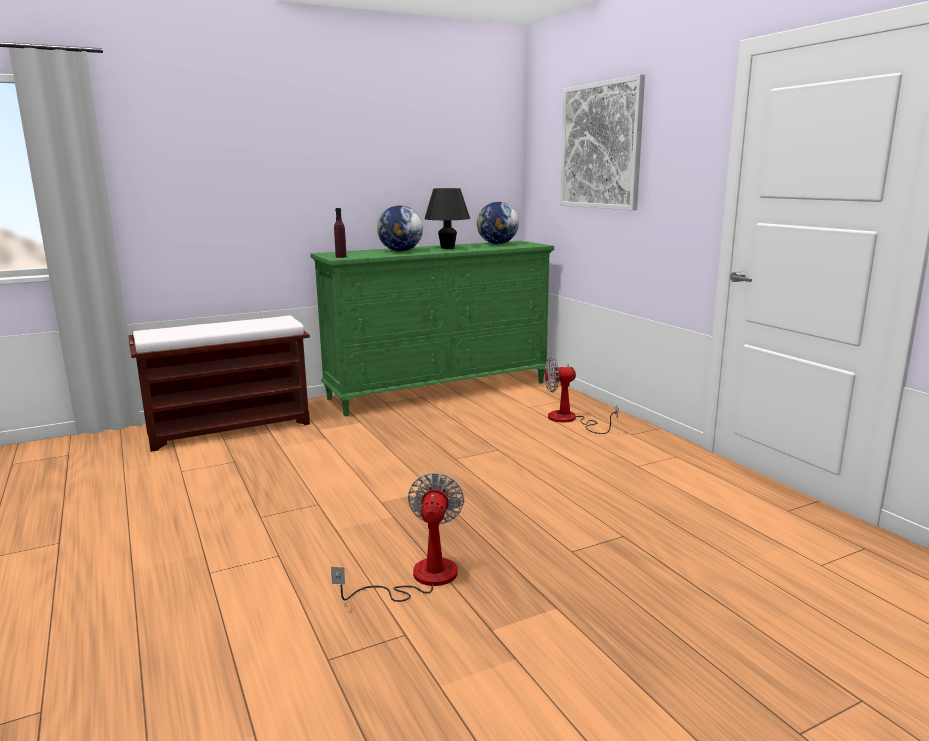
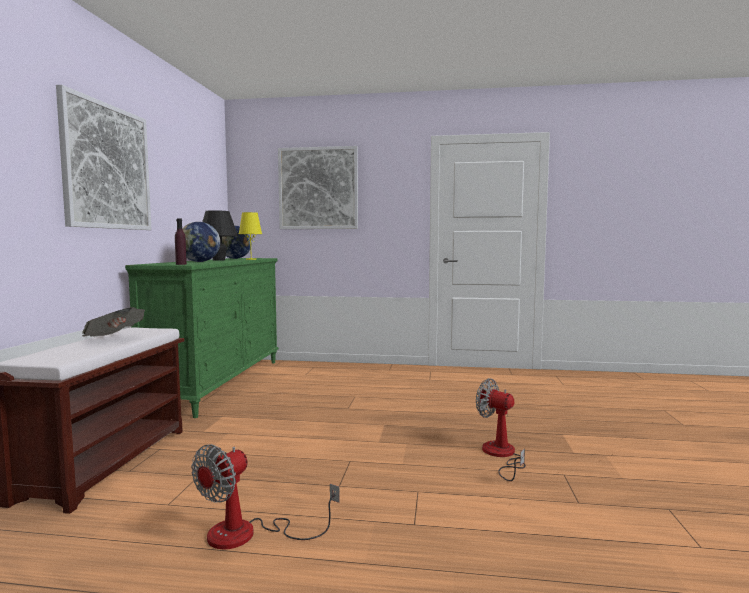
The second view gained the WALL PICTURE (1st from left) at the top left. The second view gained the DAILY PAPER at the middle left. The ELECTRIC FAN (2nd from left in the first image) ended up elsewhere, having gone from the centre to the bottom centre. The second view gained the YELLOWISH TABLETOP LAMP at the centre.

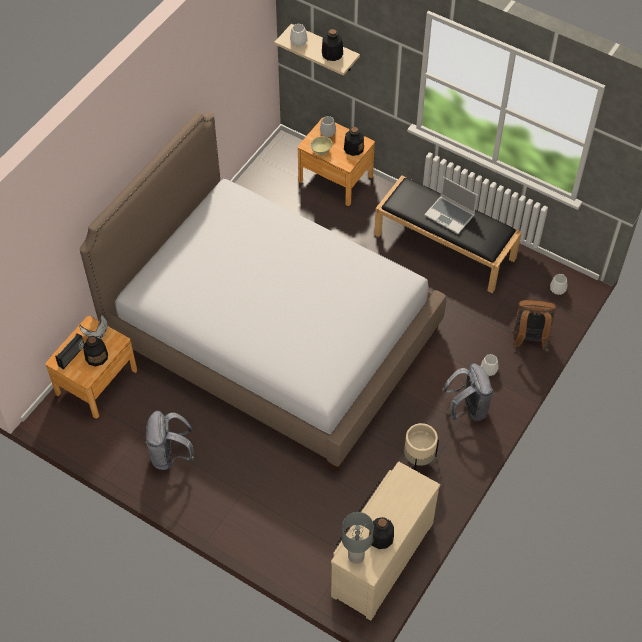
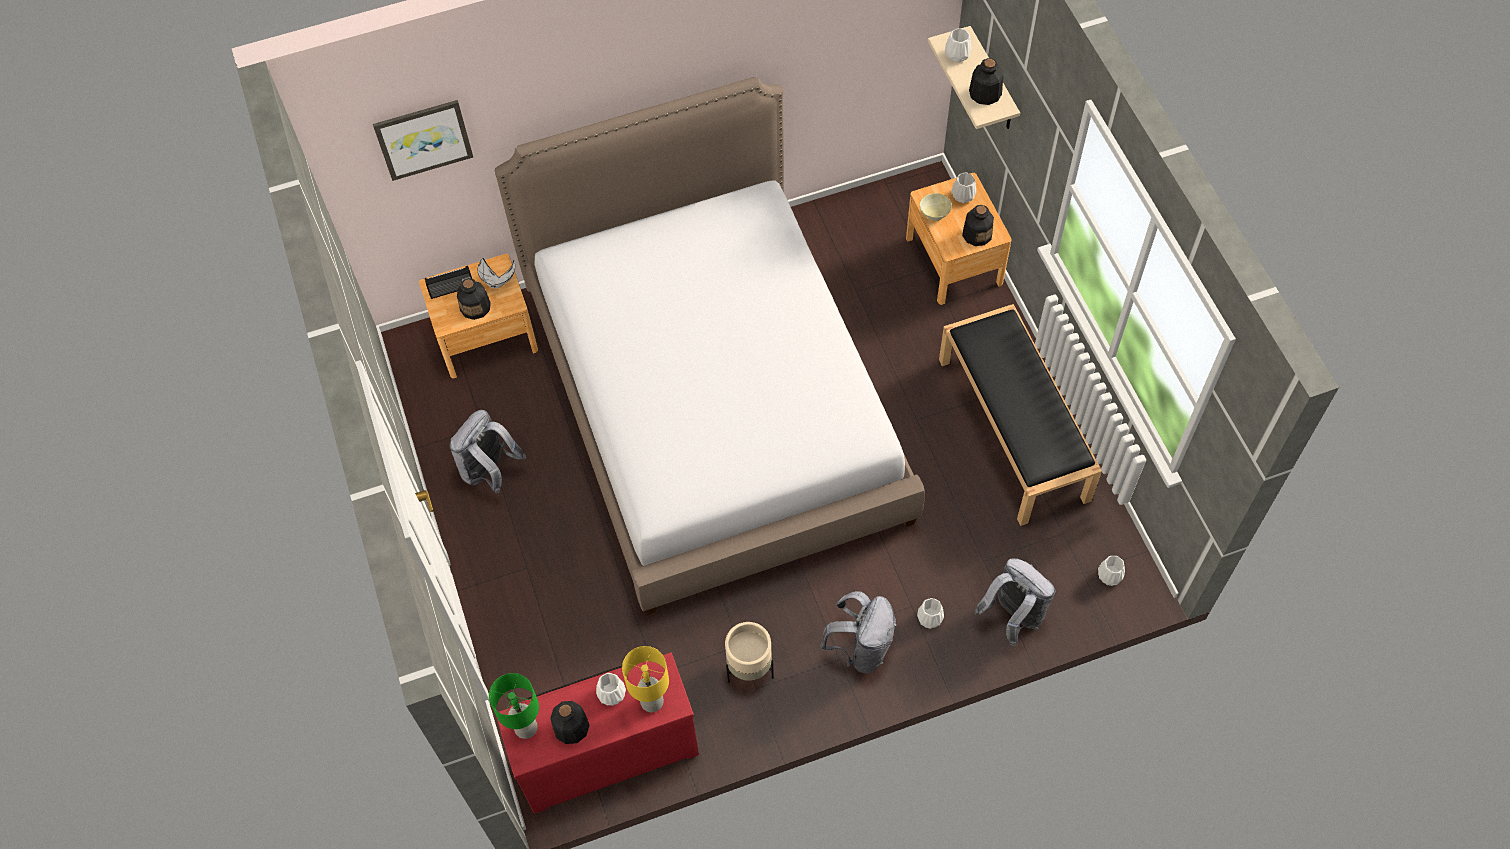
The second view gained the WALL PICTURE at the top left. What was the GREY TABLETOP LAMP at the bottom centre turned into the GREEN-COLOURED TABLETOP LAMP at the bottom centre. What was the BEIGE-COLOURED CHEST OF DRAWERS at the bottom centre turned into the RED CHEST OF DRAWERS at the bottom centre. The second view gained the WHITISH DECORATIVE VASE (1st from left) at the bottom centre. The second view gained the YELLOWISH TABLETOP LAMP at the bottom centre. What was the BROWN-COLOURED BACKPACK at the middle right turned into the GREY BACKPACK (3rd from left) at the bottom right. The second view lost the LAPTOP at the top right.

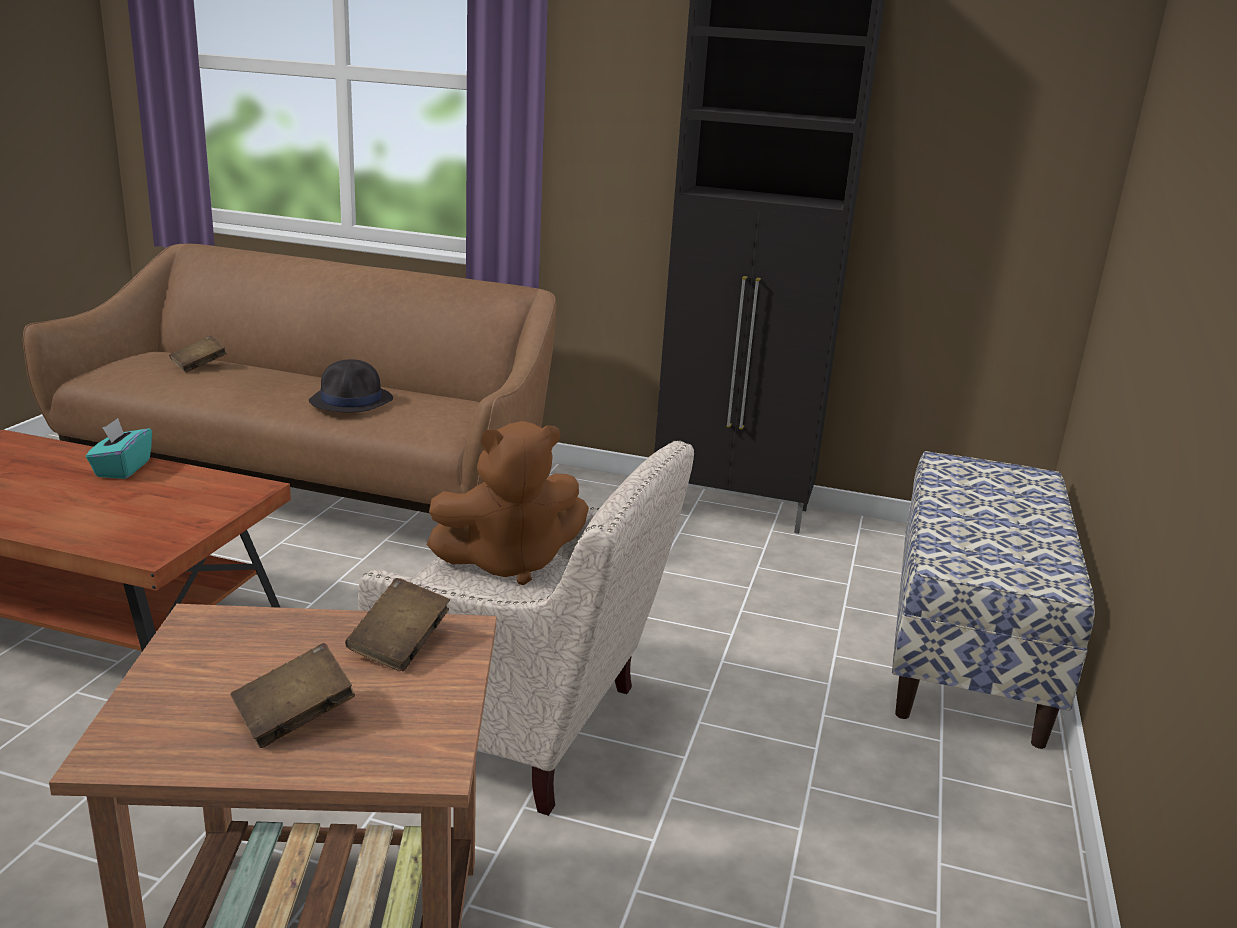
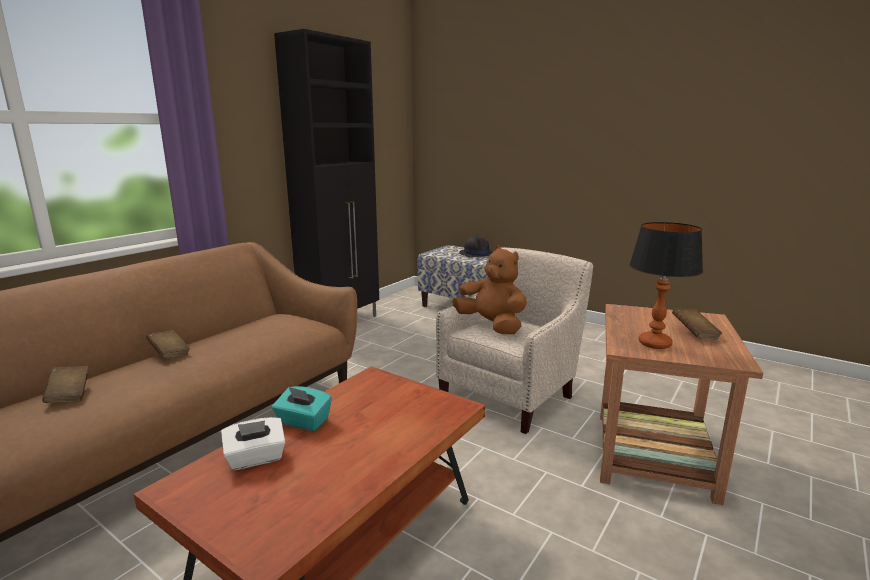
The BROWN-COLOURED VOLUME (3rd from left in the first image) ended up elsewhere, having gone from the bottom left to the middle left. The second view gained the WHITISH BOX OF TISSUES at the bottom left. The BROWN-COLOURED SOFT TOY at the centre ended up facing another way, 45 degrees counterclockwise from before. The BLACK-COLOURED HAT ended up elsewhere, having gone from the middle left to the centre. The second view gained the TABLETOP LAMP at the middle right.

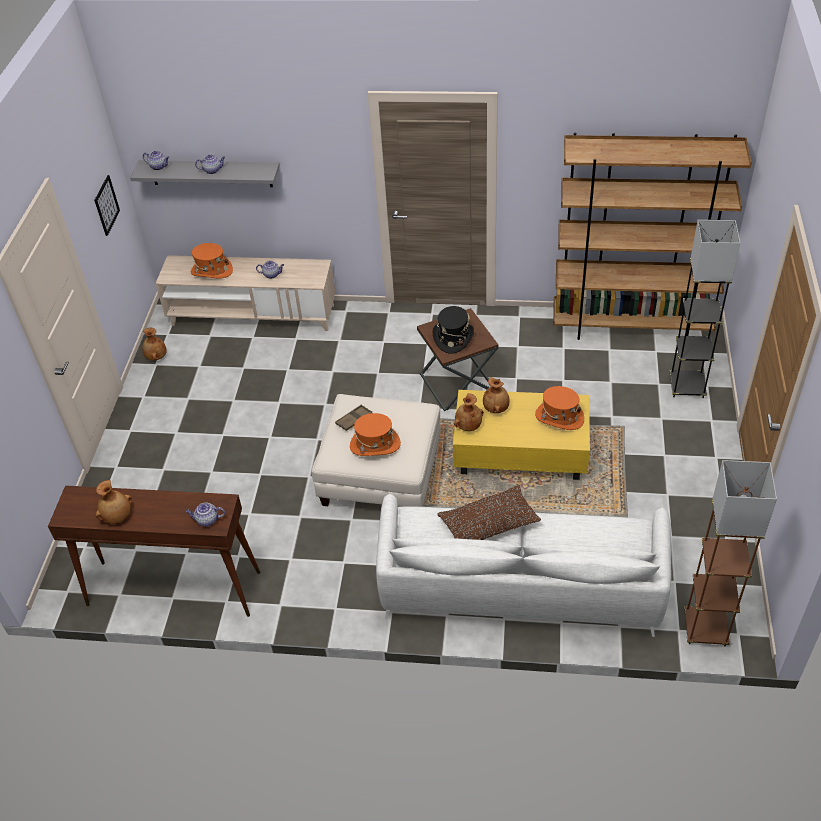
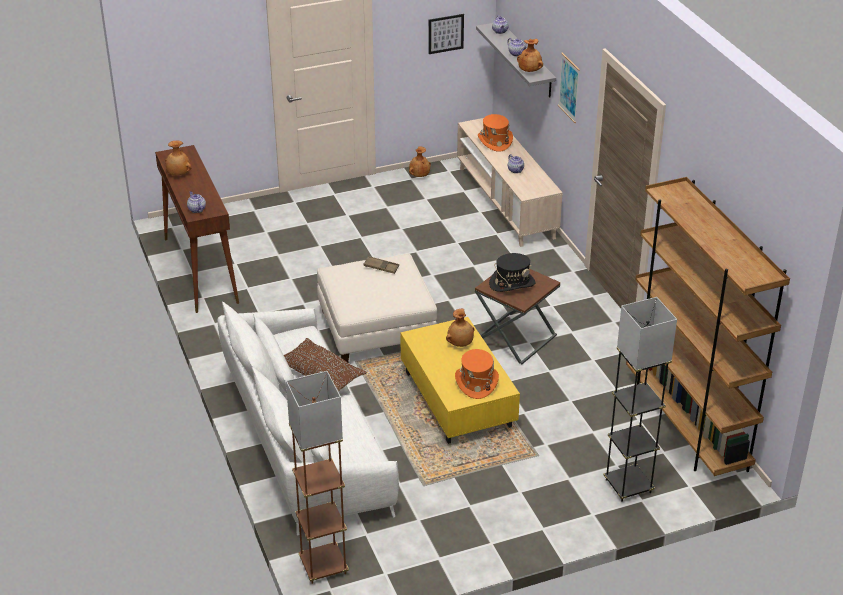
The BROWN-COLOURED DECORATIVE VASE (3rd from left in the first image) ended up elsewhere, having gone from the centre to the top centre. The second view gained the WALL PICTURE (2nd from left) at the top right. The second view lost the ORANGEY HAT (2nd from left) at the centre.

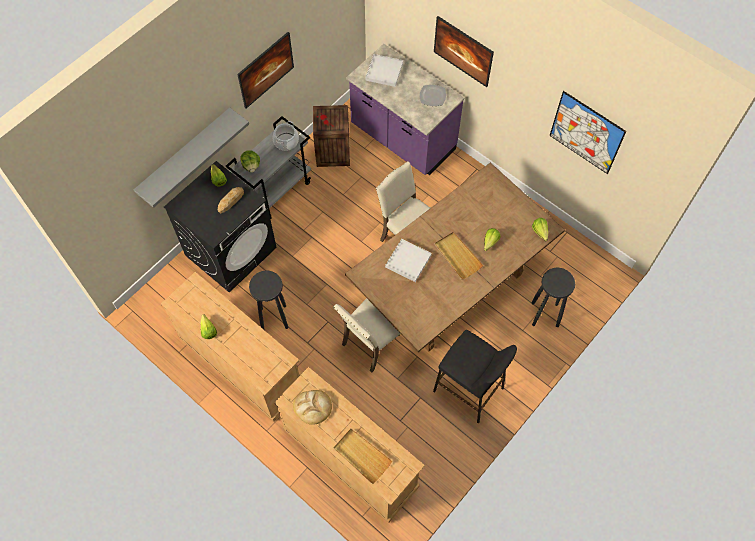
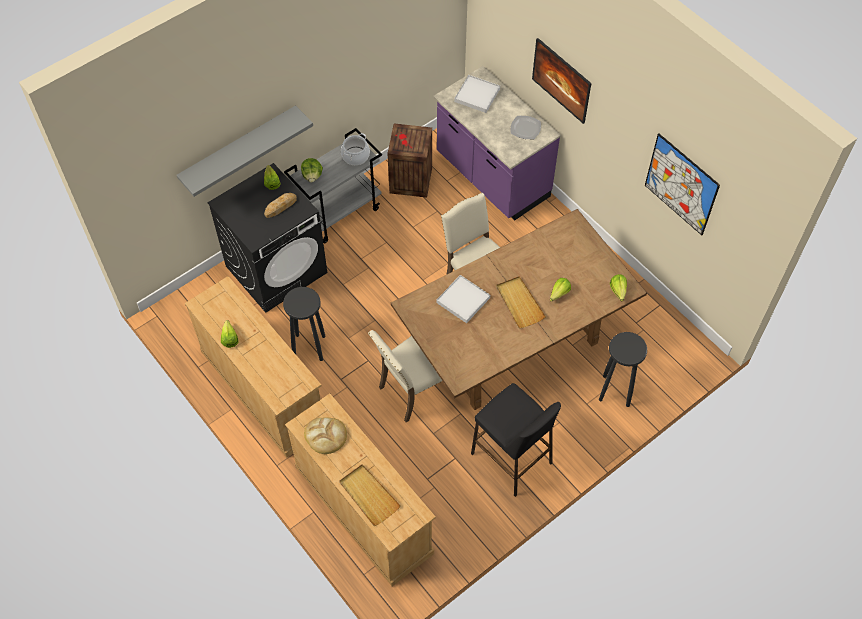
The second view lost the WALL PICTURE (1st from left) at the top centre.

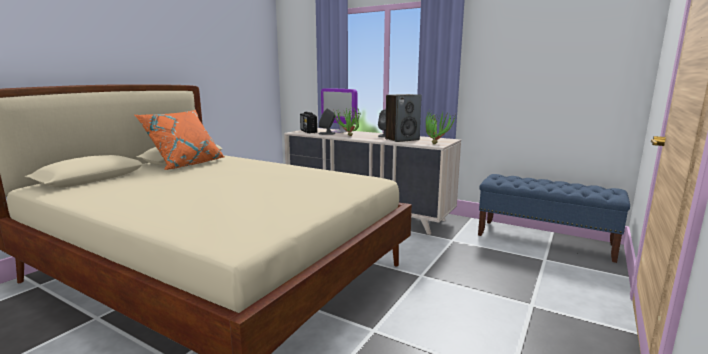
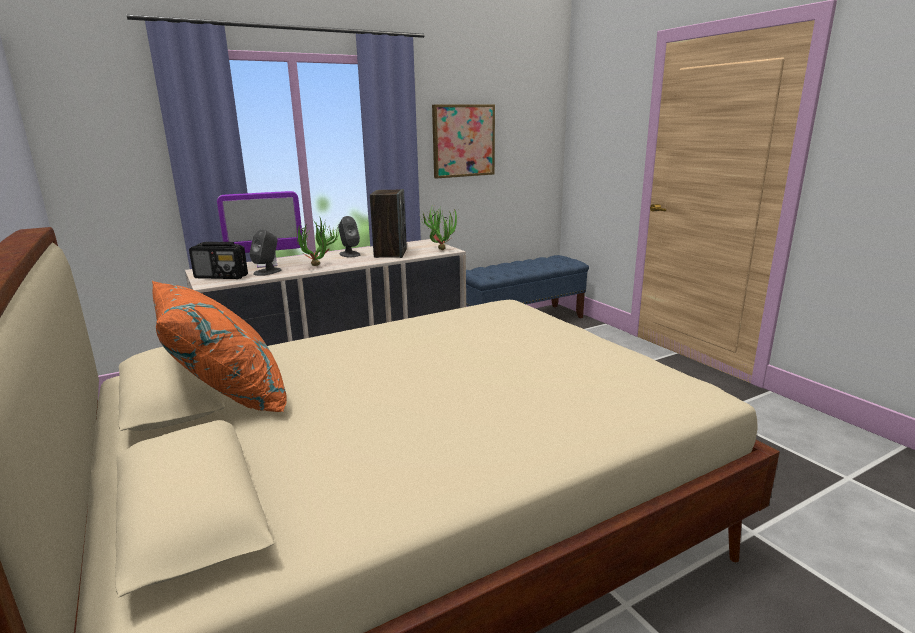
The second view gained the WALL PICTURE at the top centre.

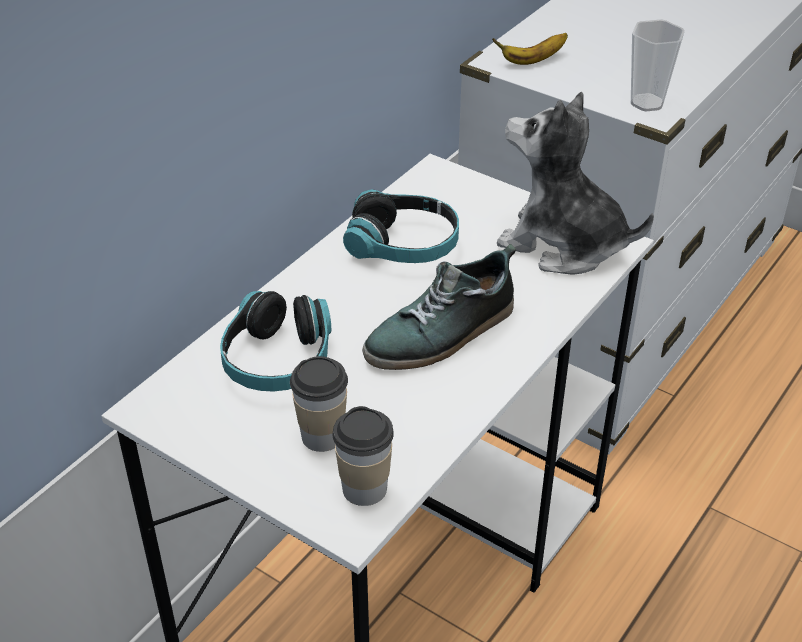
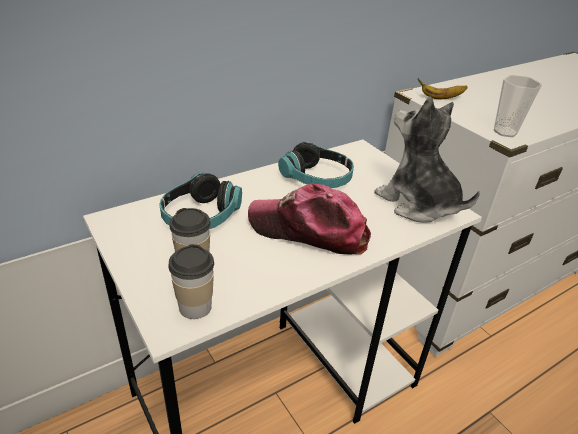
Where the SHOE stood at the centre, the CAP came to stand at the centre.

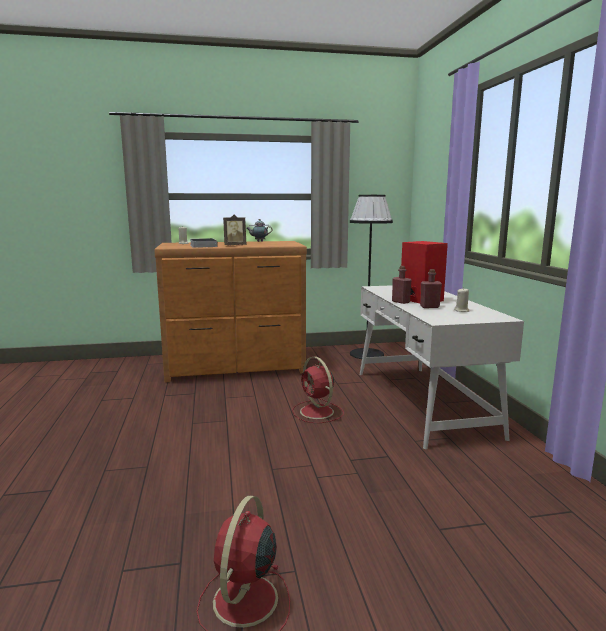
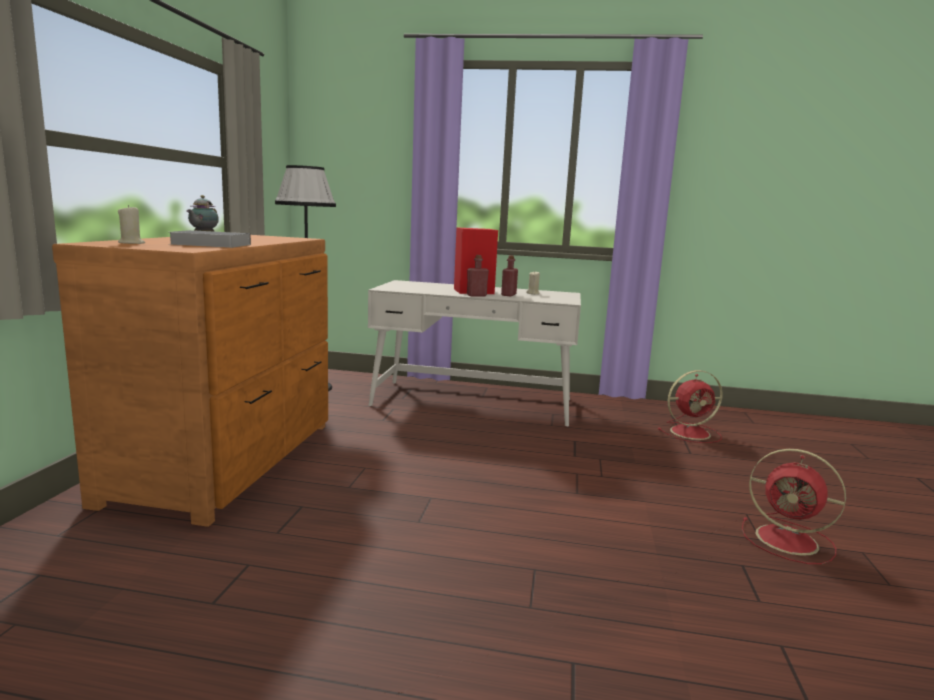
The RED ELECTRIC FAN (2nd from left in the first image) ended up elsewhere, having gone from the centre to the middle right. The second view lost the PHOTO FRAME at the centre.

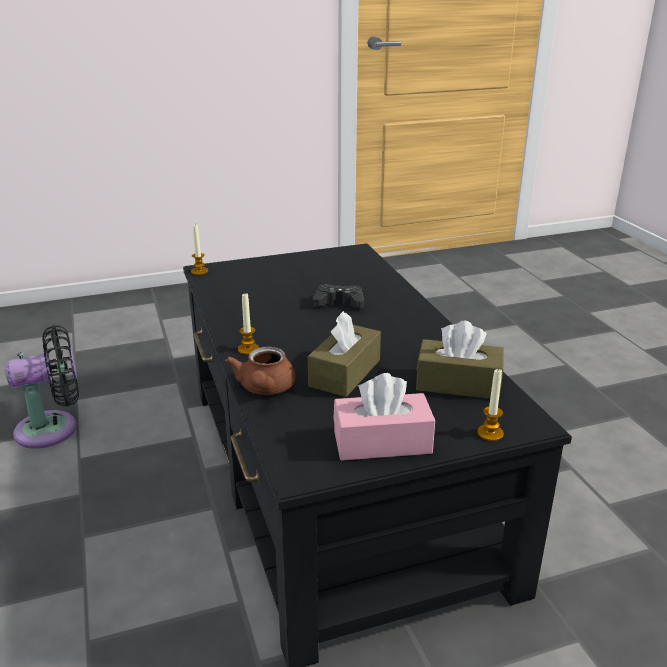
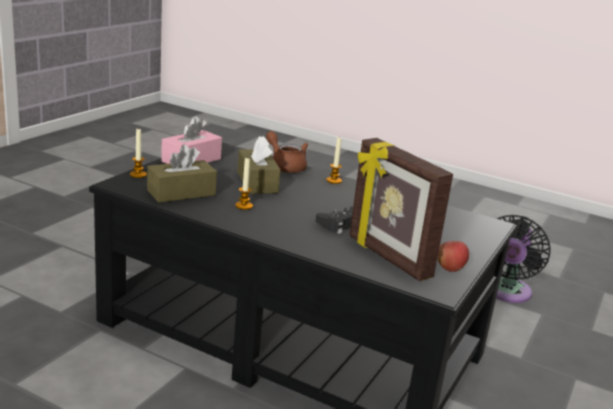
The WAX CANDLE (1st from left in the first image) ended up elsewhere, having gone from the middle left to the centre. The second view gained the PHOTO FRAME at the centre. The second view gained the WHOLE APPLE at the middle right.

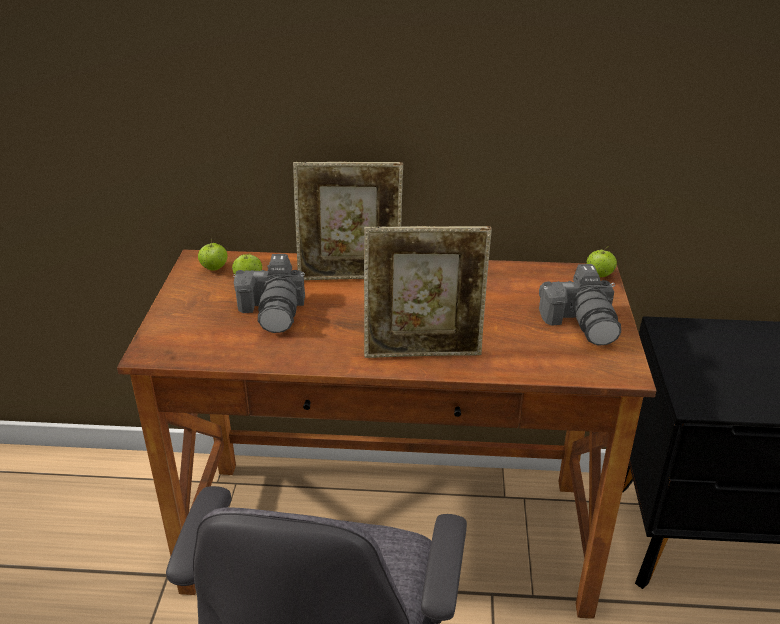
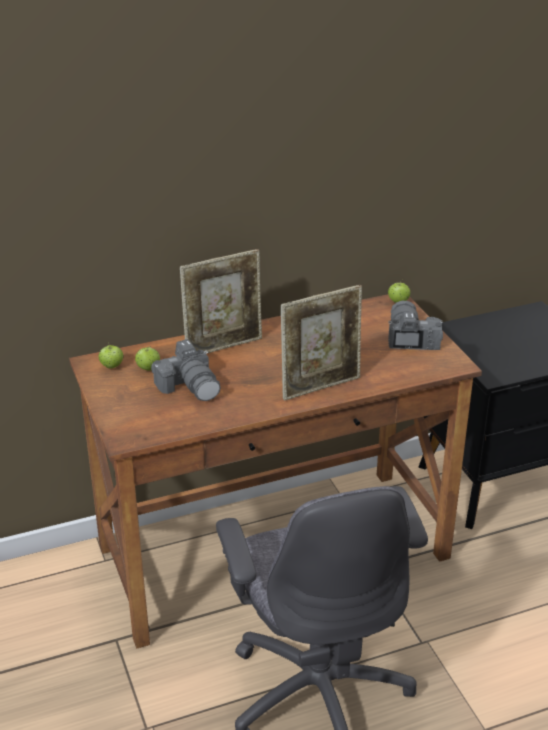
The STILL CAMERA (2nd from left) at the middle right ended up facing another way, 150 degrees counterclockwise from before.

